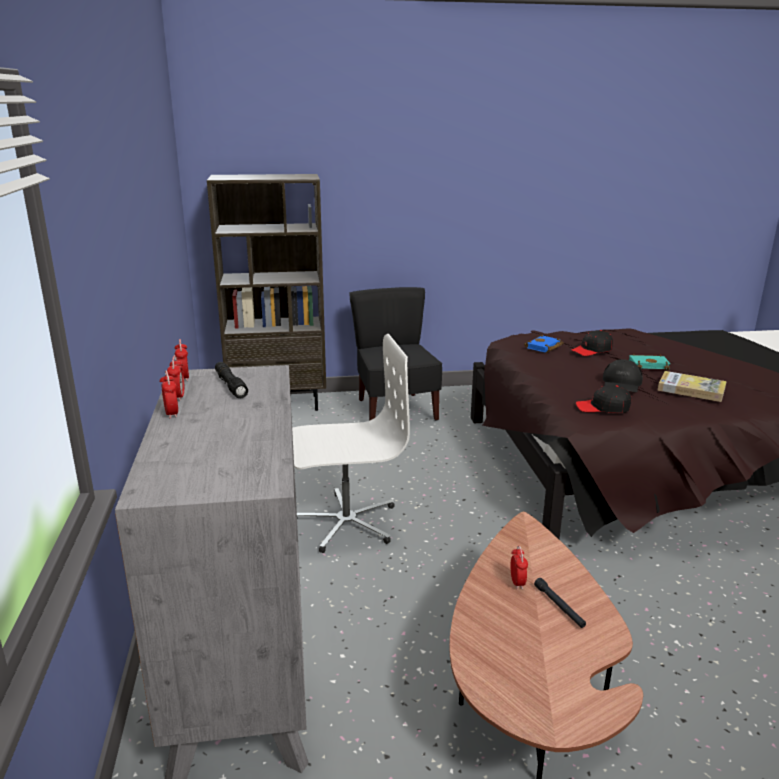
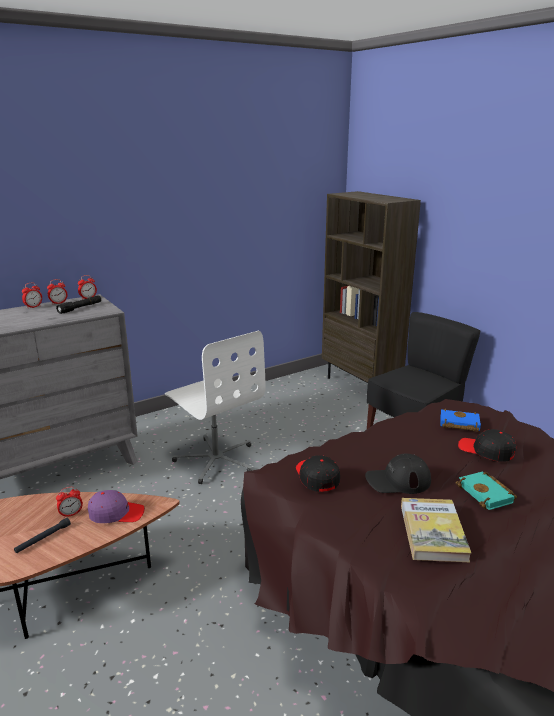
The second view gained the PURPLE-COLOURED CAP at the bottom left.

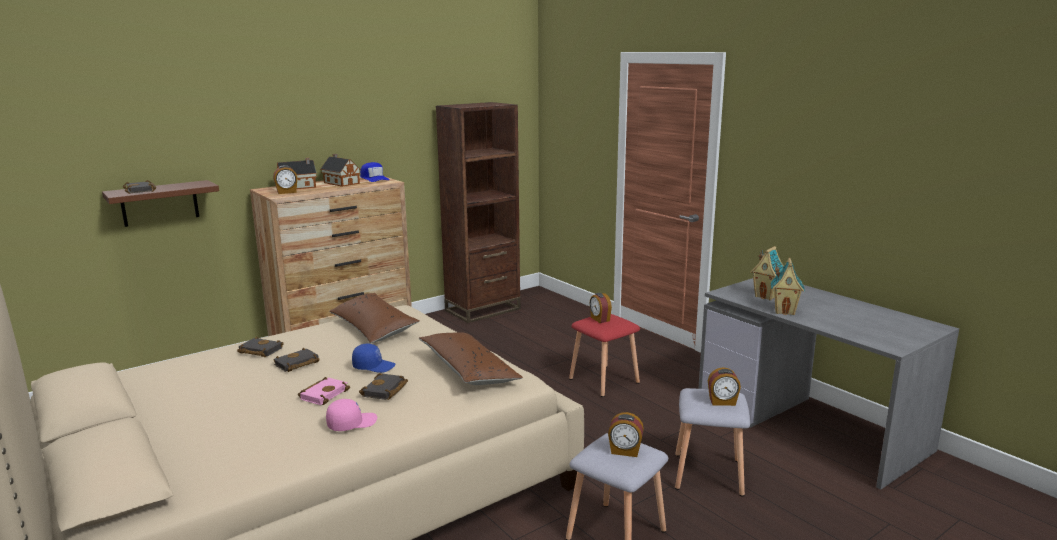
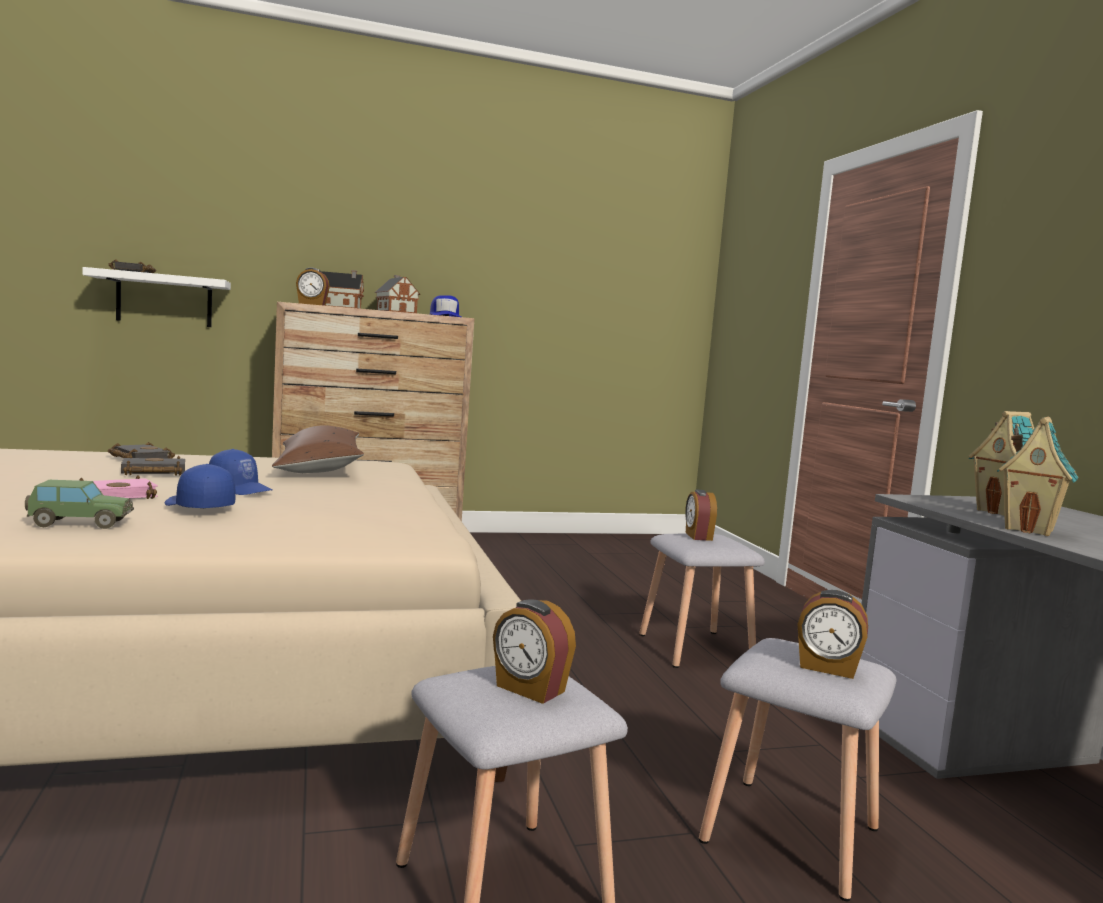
Where the PINK CAP stood at the bottom left, the MINIATURE CAR came to stand at the middle left. What was the BROWN-COLOURED BRACKET SHELF at the middle left turned into the WHITISH BRACKET SHELF at the top left. Where the BLACK-COLOURED VOLUME (4th from left) stood at the bottom centre, the BLUISH CAP (1st from left) came to stand at the middle left. What was the RED SITTING STOOL at the centre turned into the GREY SITTING STOOL (2nd from left) at the centre. The second view lost the BROWN-COLOURED PILLOW (2nd from left) at the centre. The second view lost the BROWN-COLOURED SHELVING UNIT at the centre.

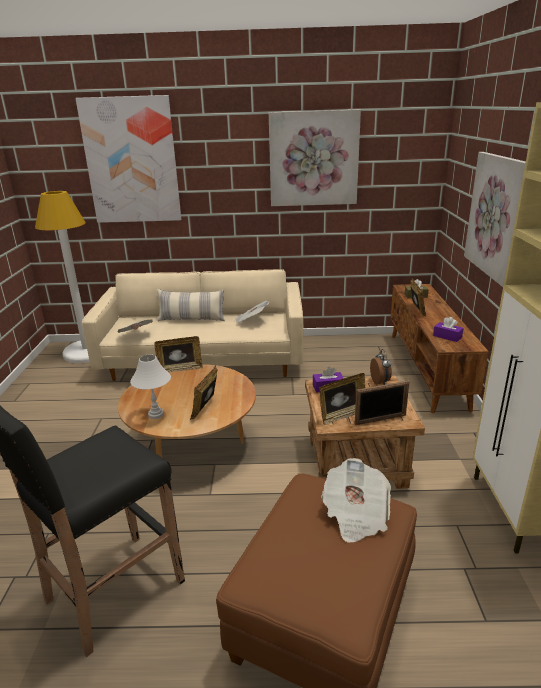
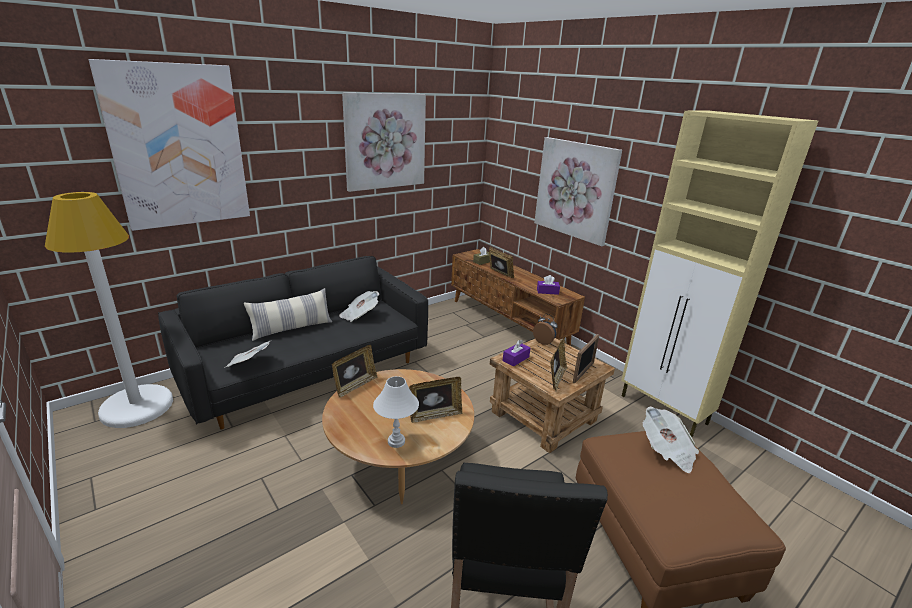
What was the BEIGE-COLOURED SOFA at the centre turned into the BLACK-COLOURED SOFA at the middle left. The PHOTO FRAME (2nd from left) at the centre ended up facing another way, 90 degrees counterclockwise from before.

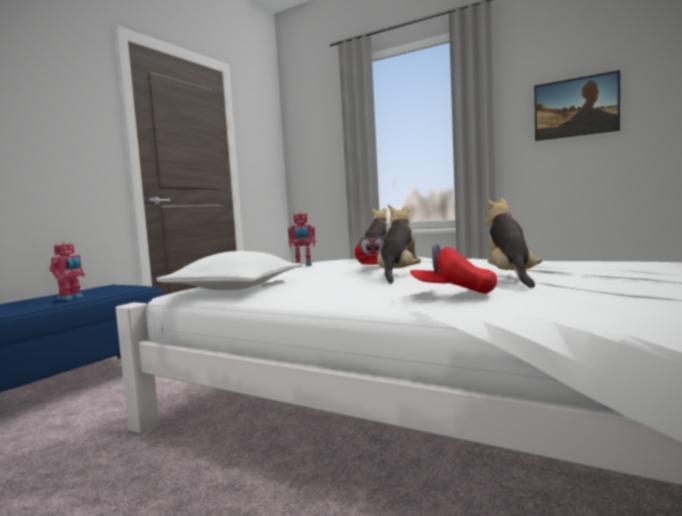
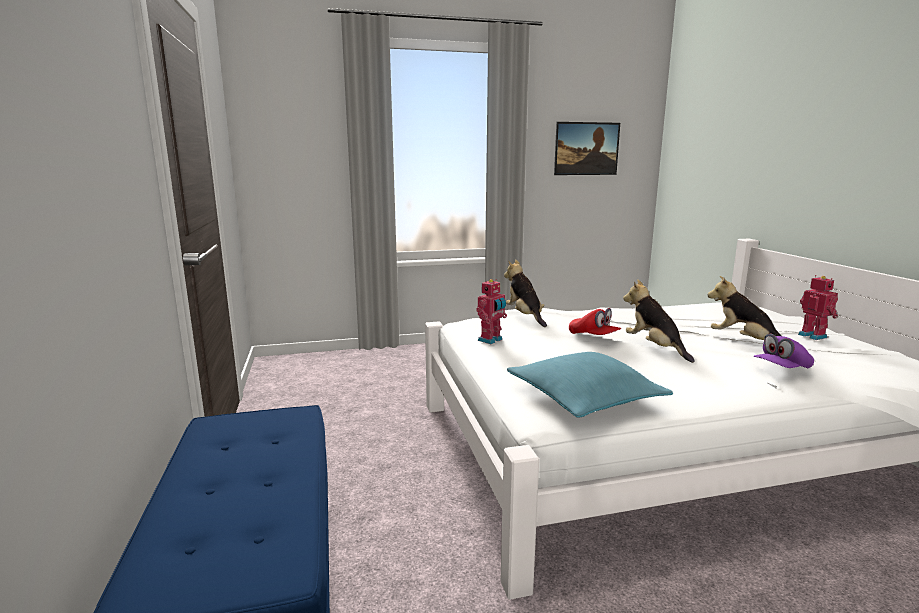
What was the WHITISH PILLOW at the centre turned into the TURQUOISE-COLOURED PILLOW at the centre. What was the RED CAP (2nd from left) at the centre turned into the PURPLE-COLOURED CAP at the middle right. The TOY ROBOT (1st from left in the first image) ended up elsewhere, having gone from the middle left to the middle right.

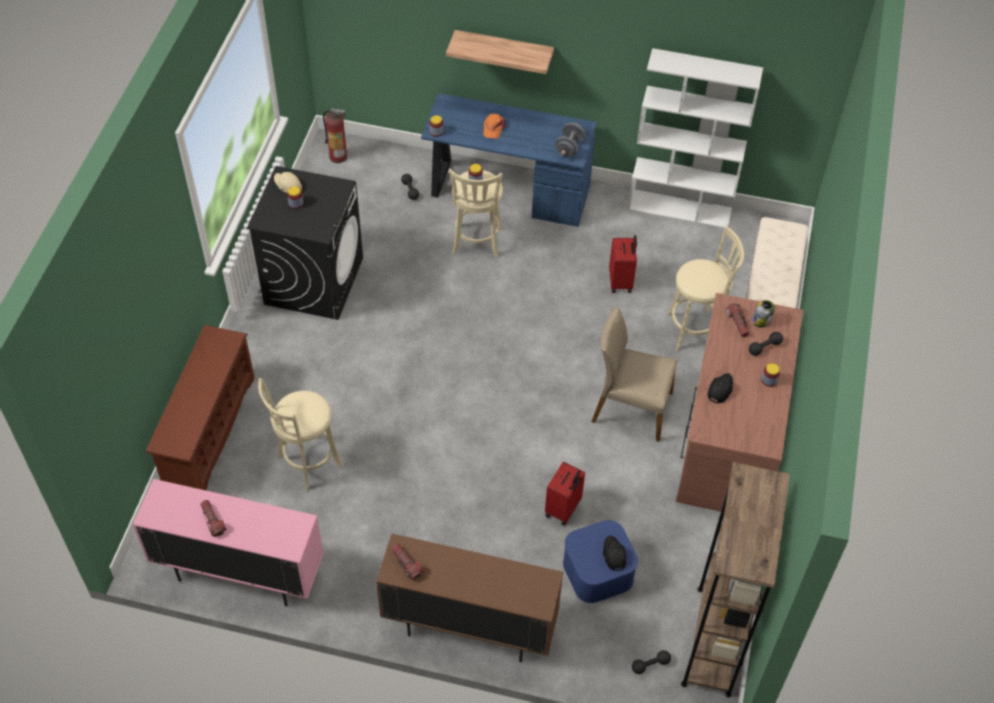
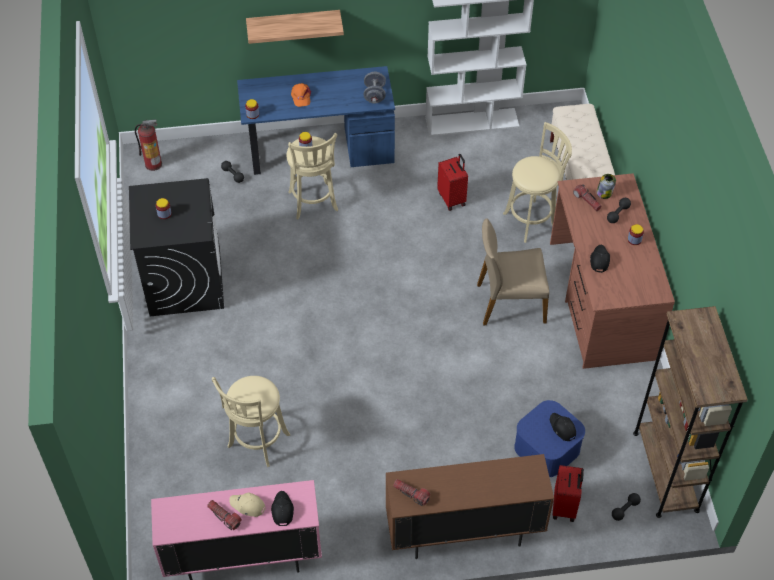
The BEIGE-COLOURED CAP ended up elsewhere, having gone from the top left to the bottom left. The second view gained the BLACK-COLOURED CAP (1st from left) at the bottom centre. The RED TRAVEL CASE (1st from left in the first image) ended up elsewhere, having gone from the bottom centre to the bottom right. The second view lost the BROWN-COLOURED SHOE RACK at the middle left.

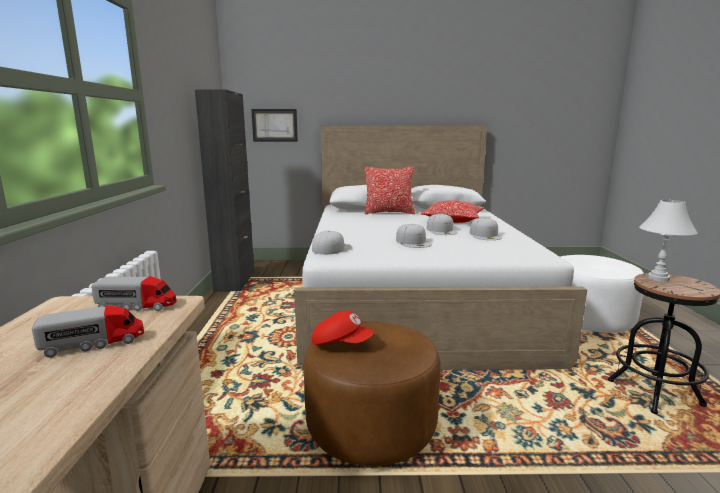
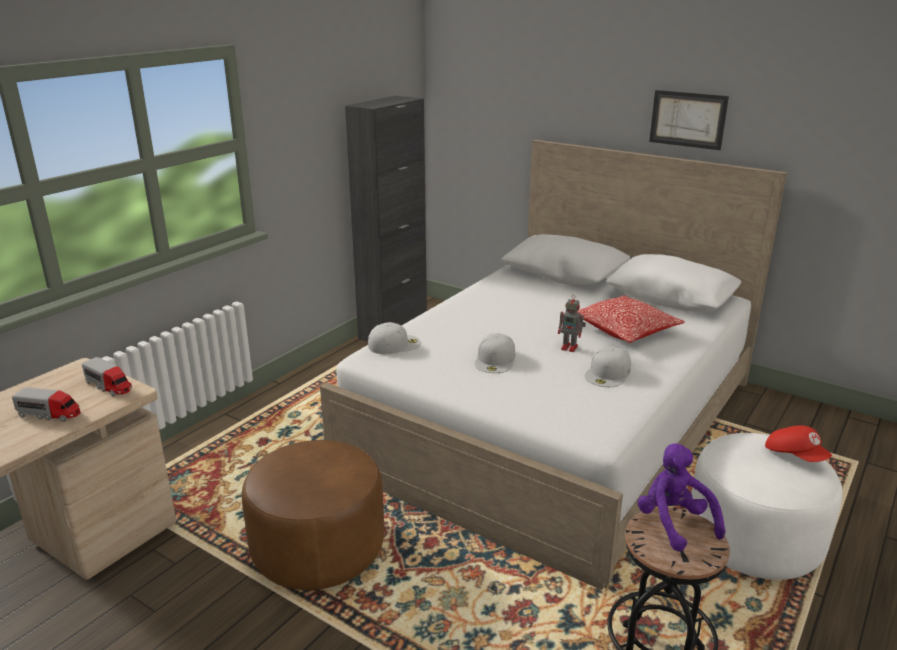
Where the WHITISH CAP (3rd from left) stood at the centre, the TOY ROBOT came to stand at the centre. Where the WHITISH TABLETOP LAMP stood at the middle right, the PURPLE-COLOURED SOFT TOY came to stand at the bottom right. The WALL PICTURE ended up elsewhere, having gone from the top centre to the top right. The RED CAP ended up elsewhere, having gone from the centre to the bottom right. The second view lost the PILLOW (1st from left) at the centre.

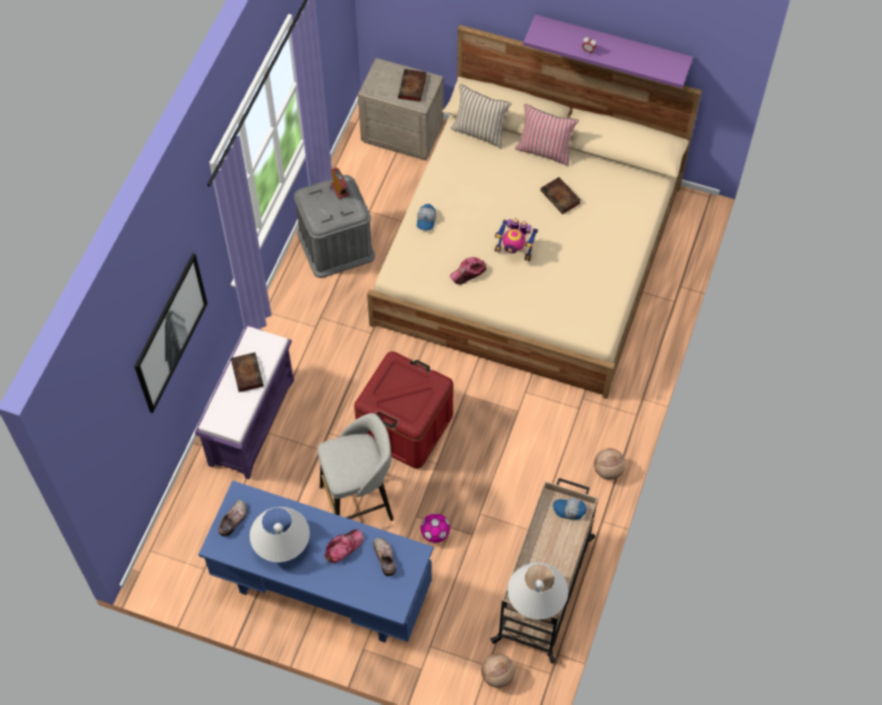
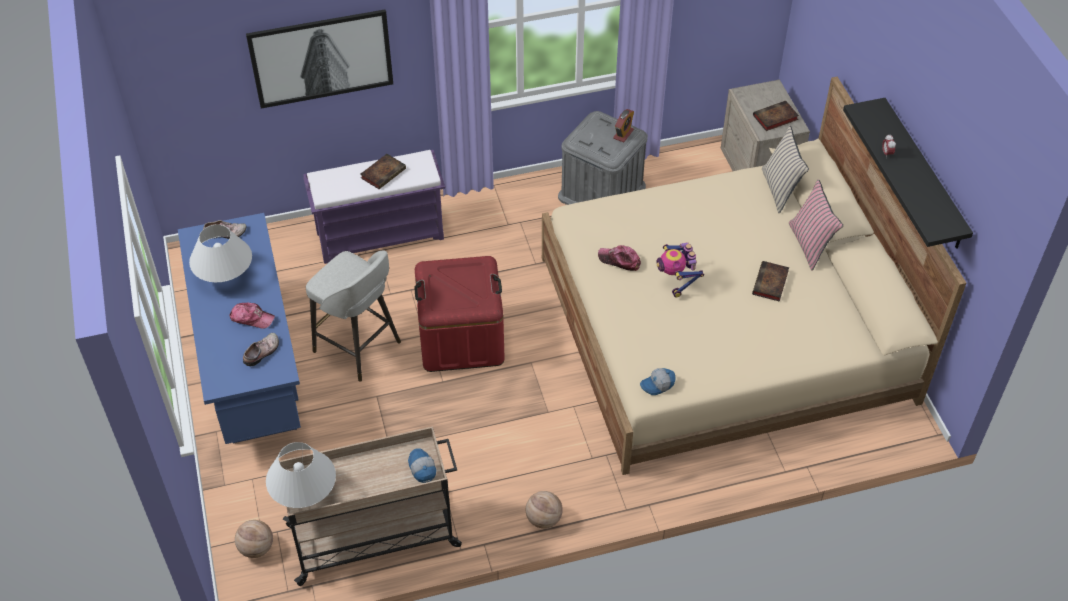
The CAP (2nd from left in the first image) ended up elsewhere, having gone from the top centre to the centre. What was the PURPLE-COLOURED BRACKET SHELF at the top right turned into the BLACK-COLOURED BRACKET SHELF at the top right. The second view lost the FOOTBALL BALL at the bottom centre.

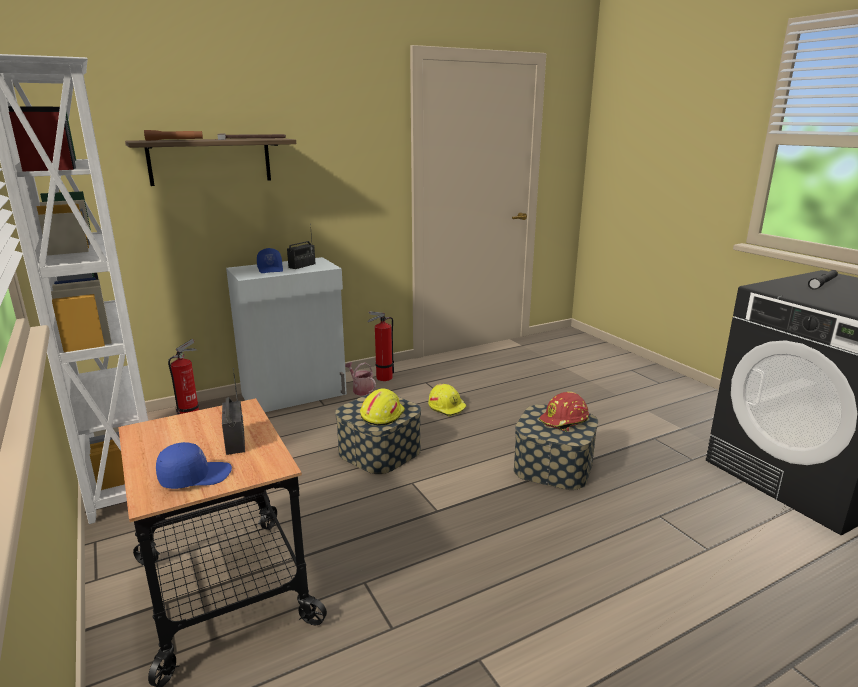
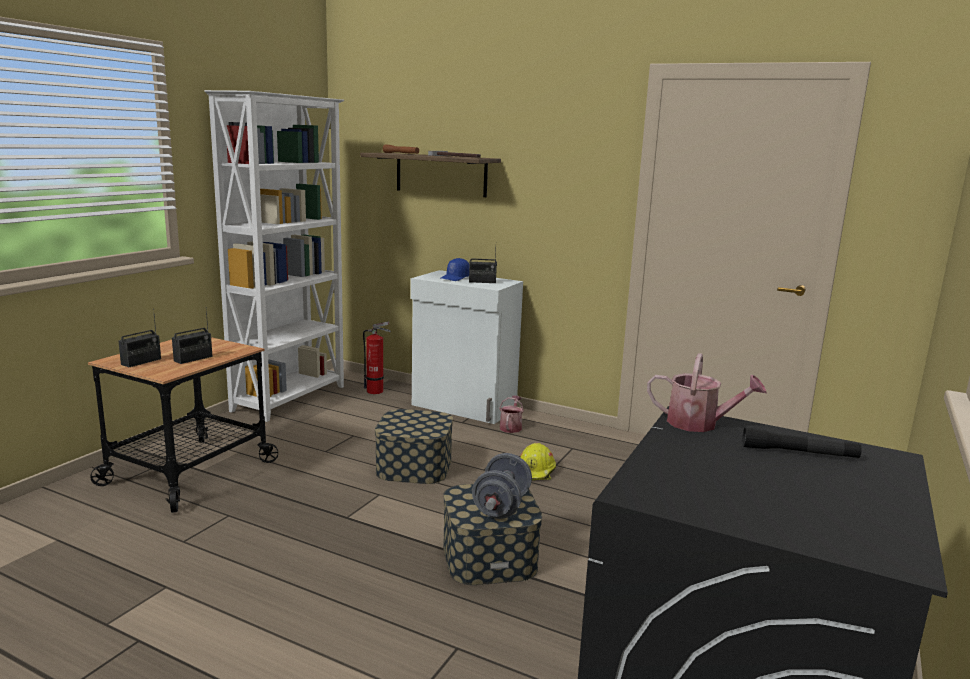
Where the BLUISH CAP (1st from left) stood at the bottom left, the RADIO RECEIVER (1st from left) came to stand at the middle left. Where the RED HARD HAT stood at the centre, the GREY FREE WEIGHT came to stand at the bottom centre. The second view gained the WATERING POT (2nd from left) at the middle right. The second view lost the YELLOWISH HARD HAT (1st from left) at the centre. The second view lost the EXTINGUISHER (2nd from left) at the centre.

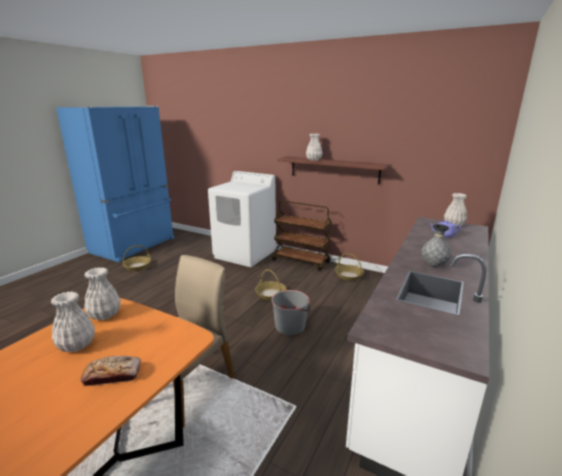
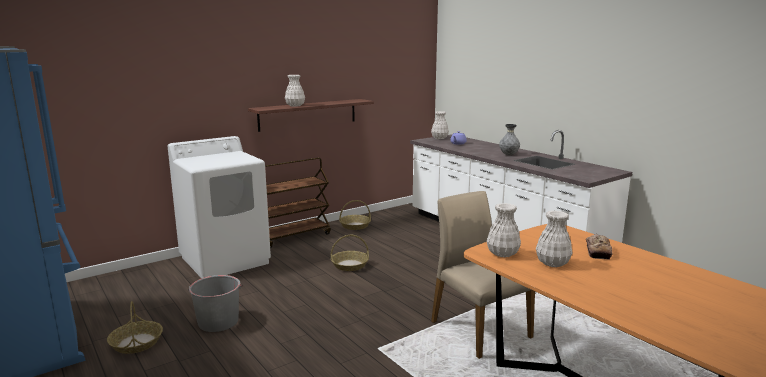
The GREY WATER BUCKET ended up elsewhere, having gone from the centre to the bottom left.

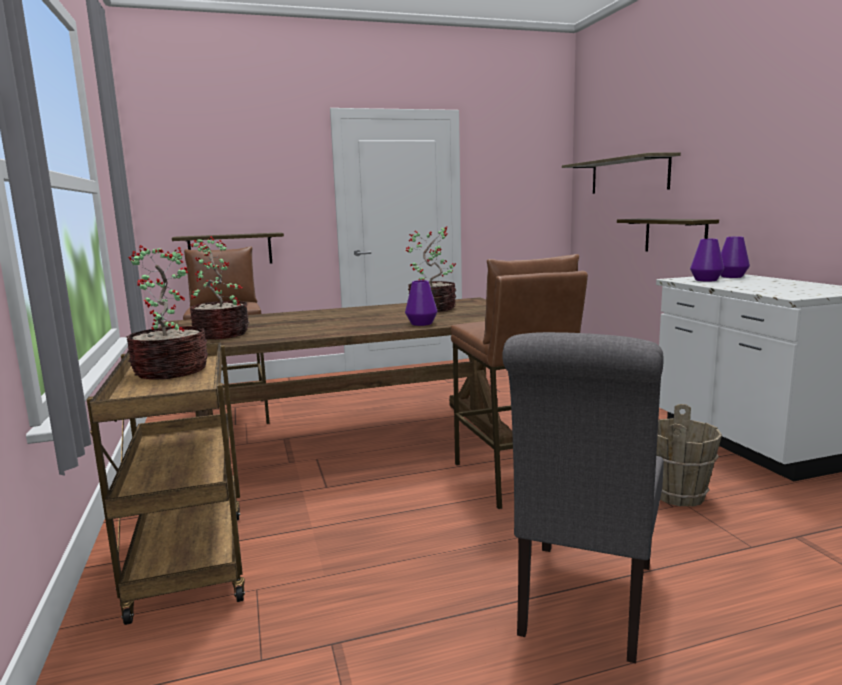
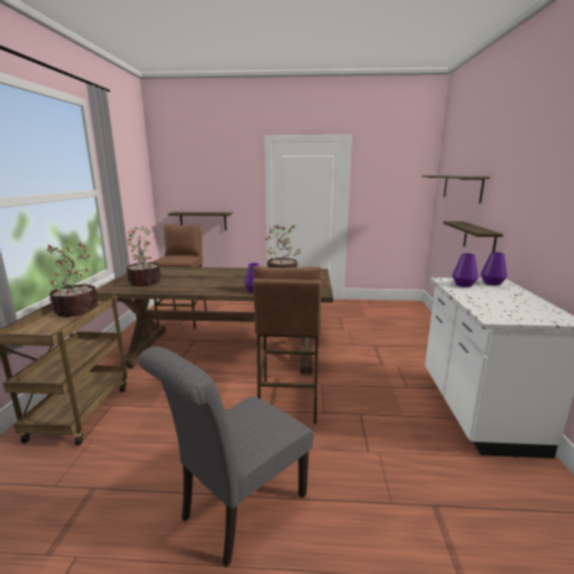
The second view lost the BROWN-COLOURED WATER BUCKET at the middle right.

